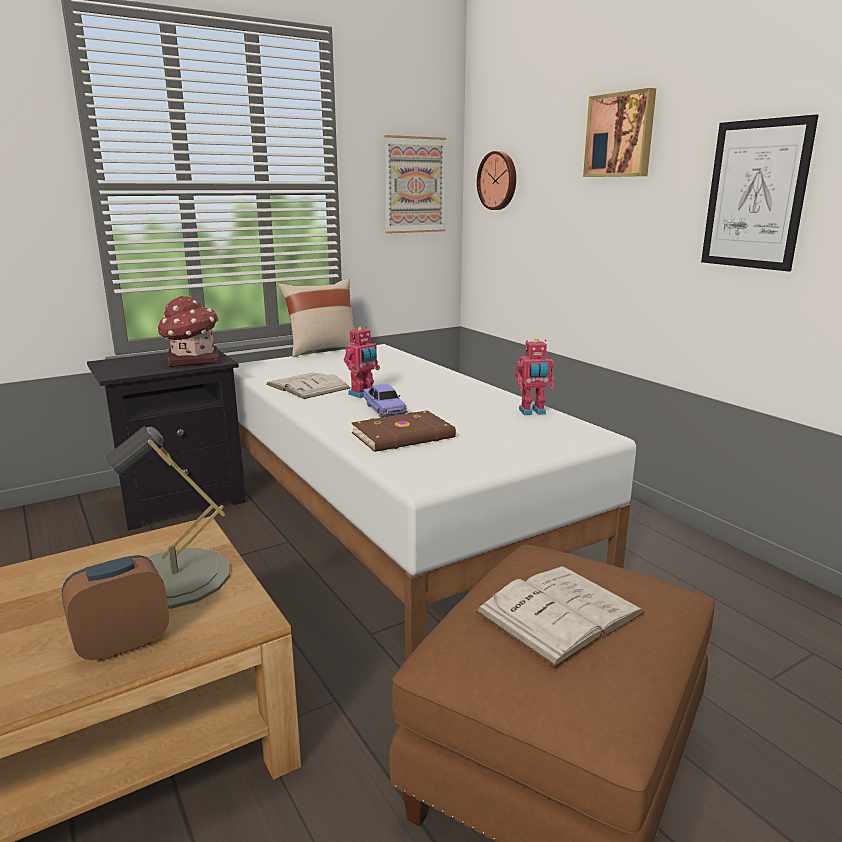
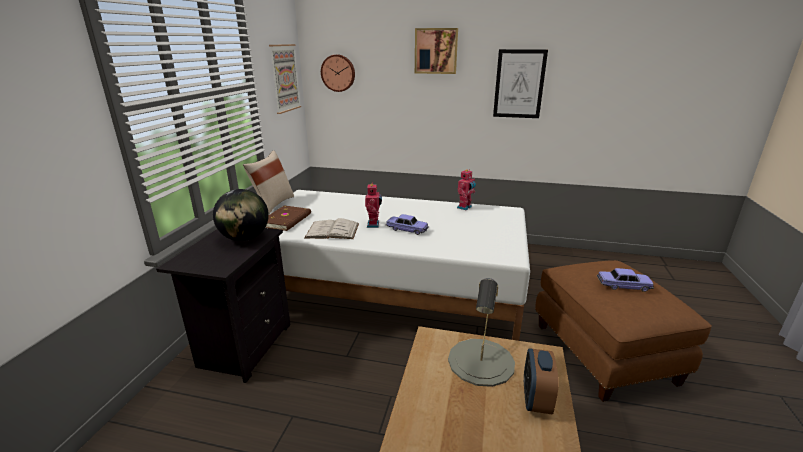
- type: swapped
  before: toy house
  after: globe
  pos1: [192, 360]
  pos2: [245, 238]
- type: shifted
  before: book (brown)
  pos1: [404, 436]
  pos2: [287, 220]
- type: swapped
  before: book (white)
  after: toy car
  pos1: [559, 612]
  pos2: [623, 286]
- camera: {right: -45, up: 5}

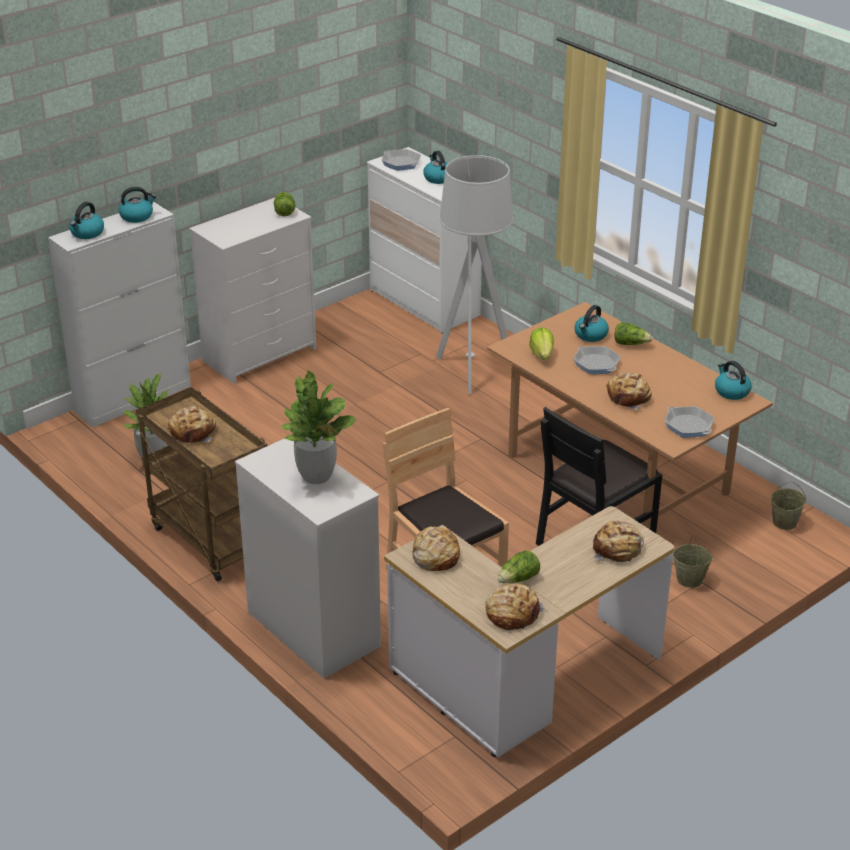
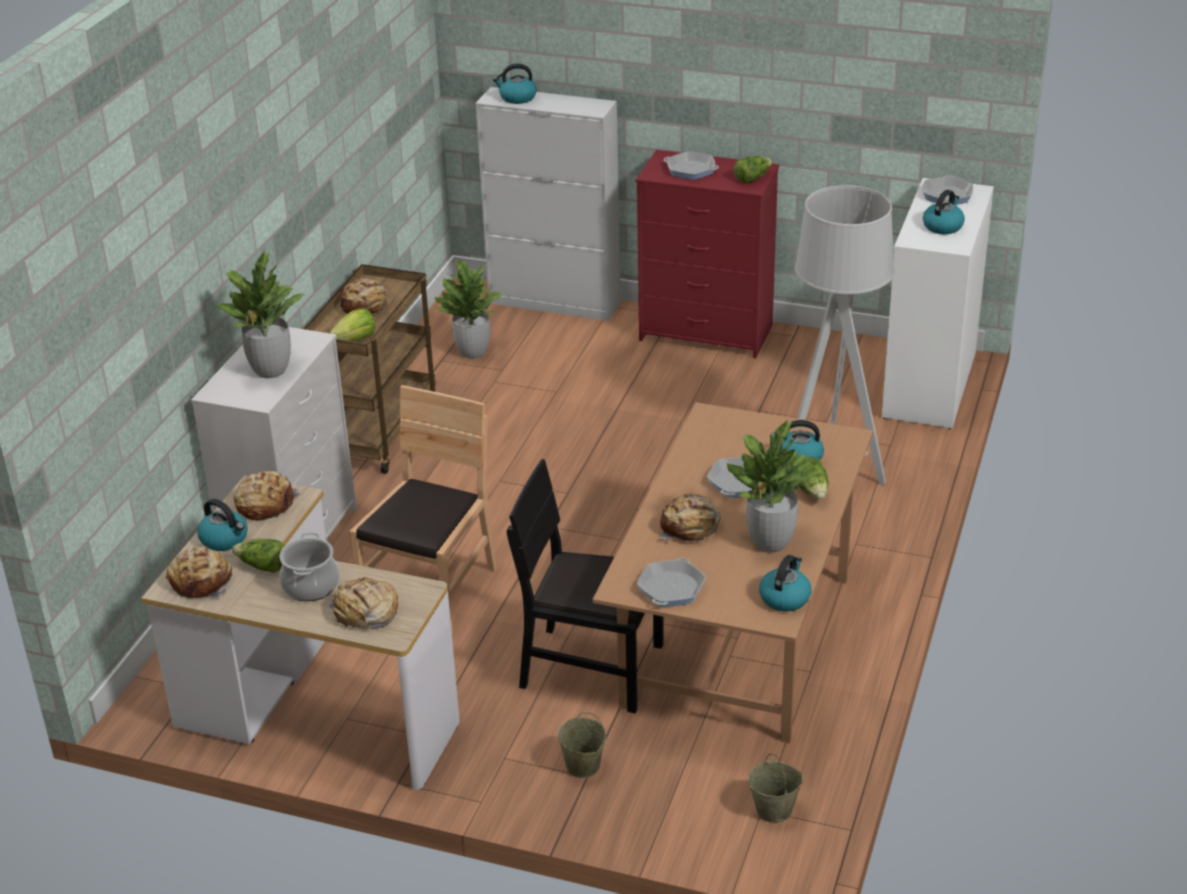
- type: shifted
  before: kettle
  pos1: [137, 216]
  pos2: [225, 539]
- type: repainted
  before: dresser (white)
  after: dresser (red)
  pos1: [260, 354]
  pos2: [707, 333]
- type: shifted
  before: lettuce
  pos1: [542, 355]
  pos2: [355, 339]
- type: new
  after: frying pan
  pos2: [691, 170]
- type: new
  after: potted plant
  pos2: [770, 543]
- type: new
  after: cooking pot
  pos2: [310, 586]
- camera: {right: 60, up: 0}

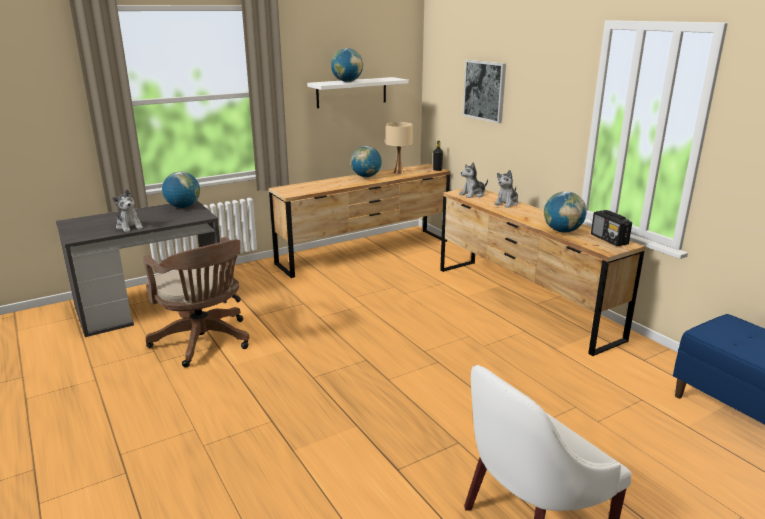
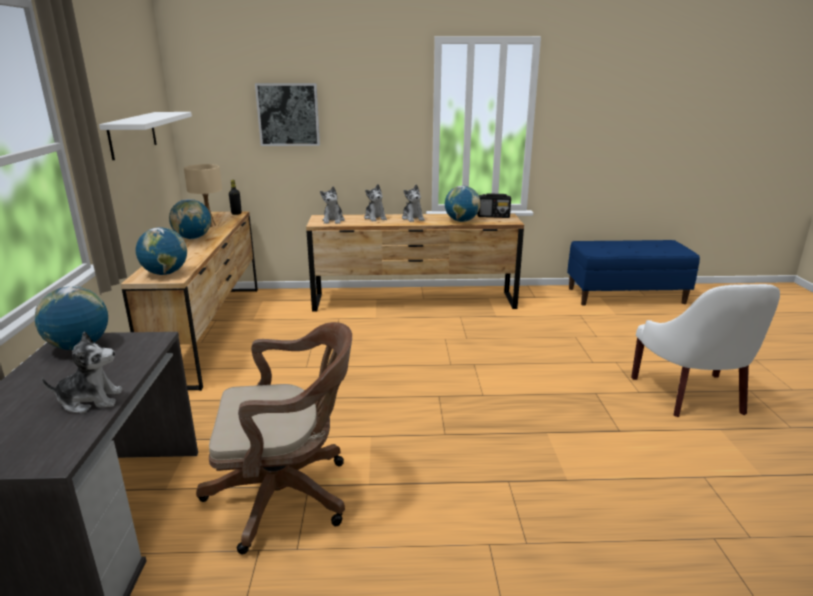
- type: shifted
  before: globe
  pos1: [347, 82]
  pos2: [165, 273]
- type: new
  after: plush toy
  pos2: [413, 218]
- camera: {right: -60, up: 0}

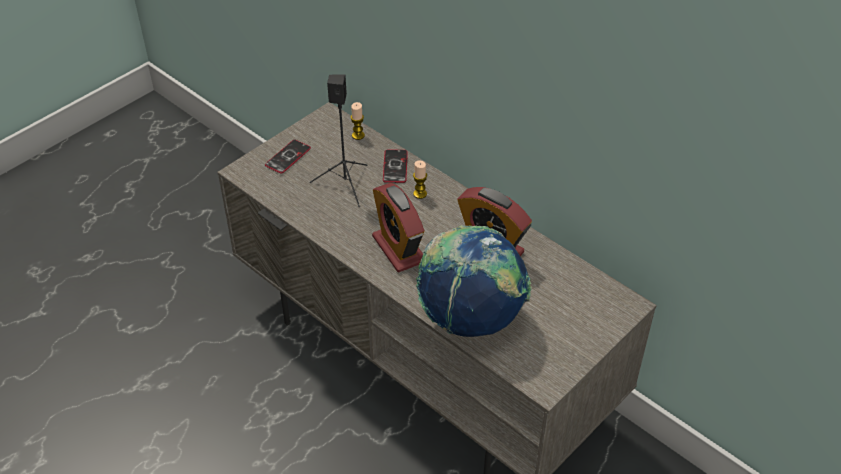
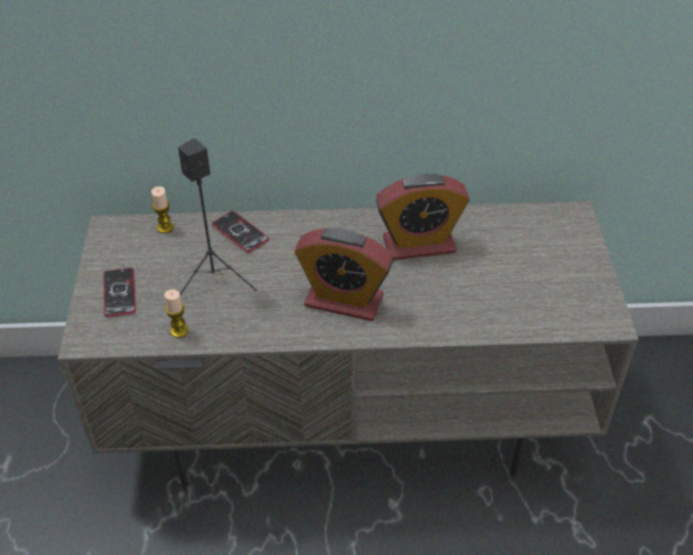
- type: shifted
  before: candle
  pos1: [420, 194]
  pos2: [179, 331]
- type: gone
  before: globe
  pos1: [471, 319]
- camera: {right: -45, up: 0}

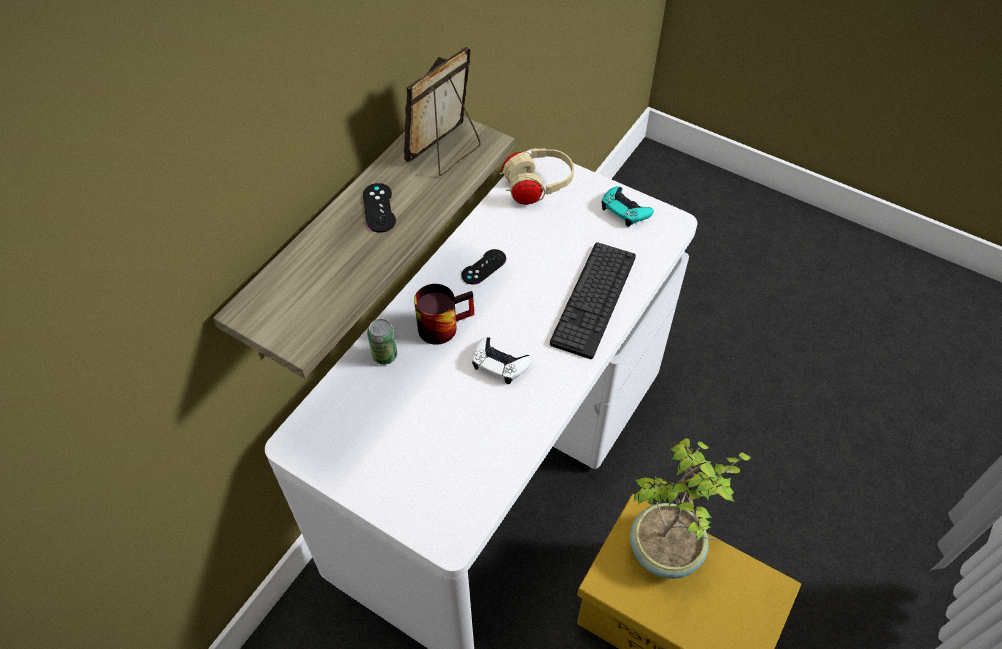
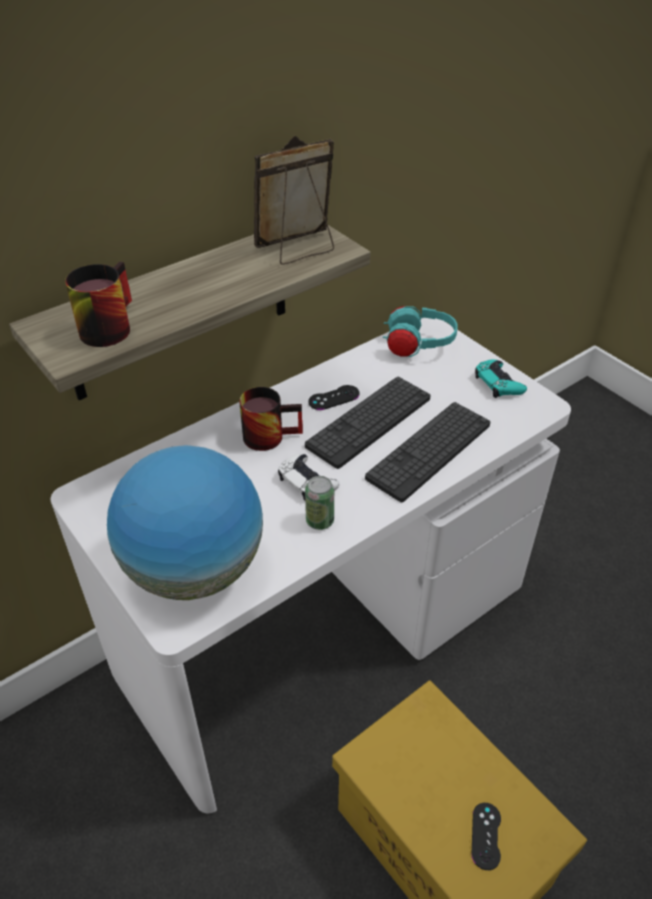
- type: repainted
  before: headphones (beige)
  after: headphones (turquoise)
  pos1: [537, 188]
  pos2: [418, 346]
- type: shifted
  before: game controller (black)
  pos1: [379, 208]
  pos2: [486, 836]
- type: shifted
  before: can
  pos1: [384, 355]
  pos2: [320, 521]
- type: gone
  before: potted plant
  pos1: [667, 551]
- type: new
  after: mug
  pos2: [105, 325]
- type: new
  after: keyboard
  pos2: [369, 422]
- type: new
  after: globe
  pos2: [194, 569]
- camera: {right: 20, up: -10}

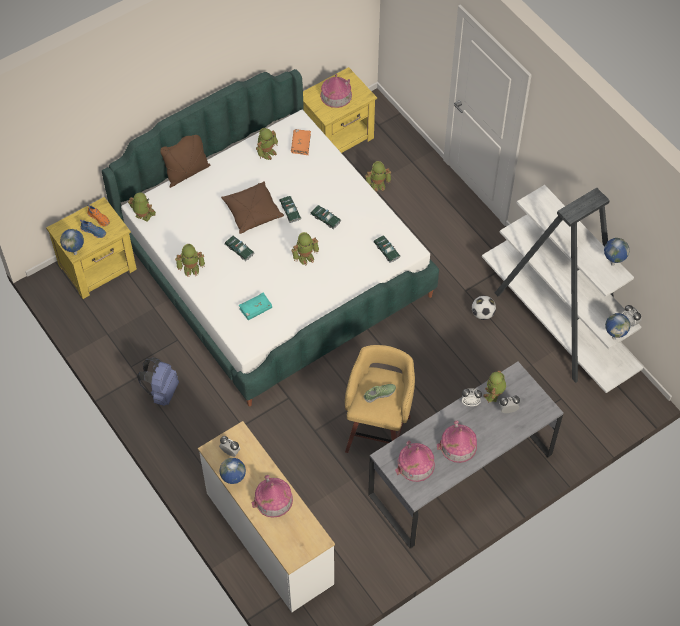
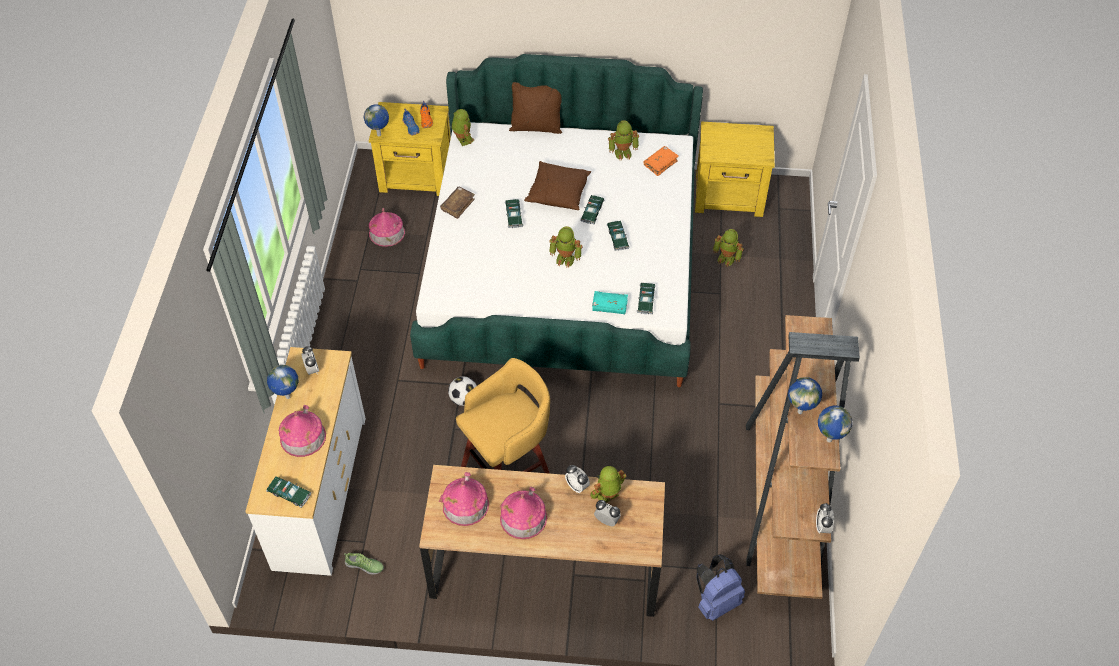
- type: shifted
  before: toy house
  pos1: [336, 95]
  pos2: [387, 233]
- type: repainted
  before: bookcase (white)
  after: bookcase (brown)
  pos1: [557, 325]
  pos2: [782, 498]
- type: swapped
  before: toy robot
  after: book (brown)
  pos1: [191, 268]
  pos2: [458, 205]
- type: shifted
  before: book (turquoise)
  pos1: [255, 309]
  pos2: [609, 306]
- type: shifted
  before: football
  pos1: [482, 314]
  pos2: [463, 399]
- type: shifted
  before: globe
  pos1: [614, 337]
  pos2: [800, 411]
- type: shifted
  before: backpack (blue)
  pos1: [161, 392]
  pos2: [716, 601]
- type: repainted
  before: desk (grey)
  after: desk (brown)
  pos1: [460, 474]
  pos2: [545, 567]
- type: shifted
  before: shoe
  pos1: [379, 394]
  pos2: [365, 566]
- type: new
  after: toy car
  pos2: [289, 494]
- camera: {right: 40, up: -5}

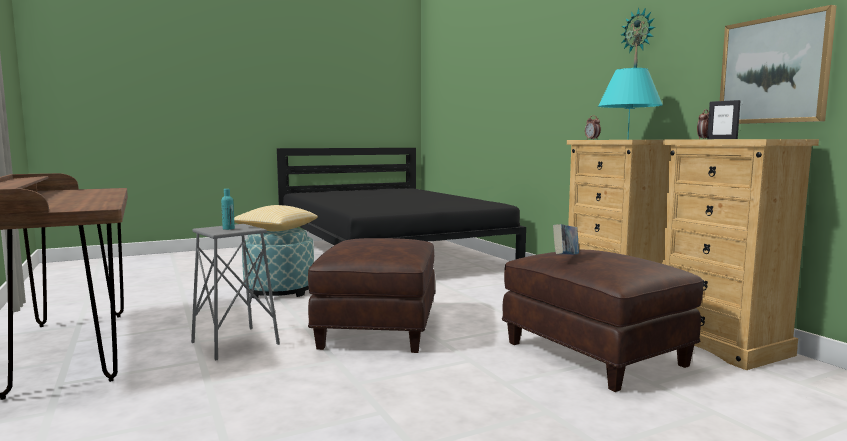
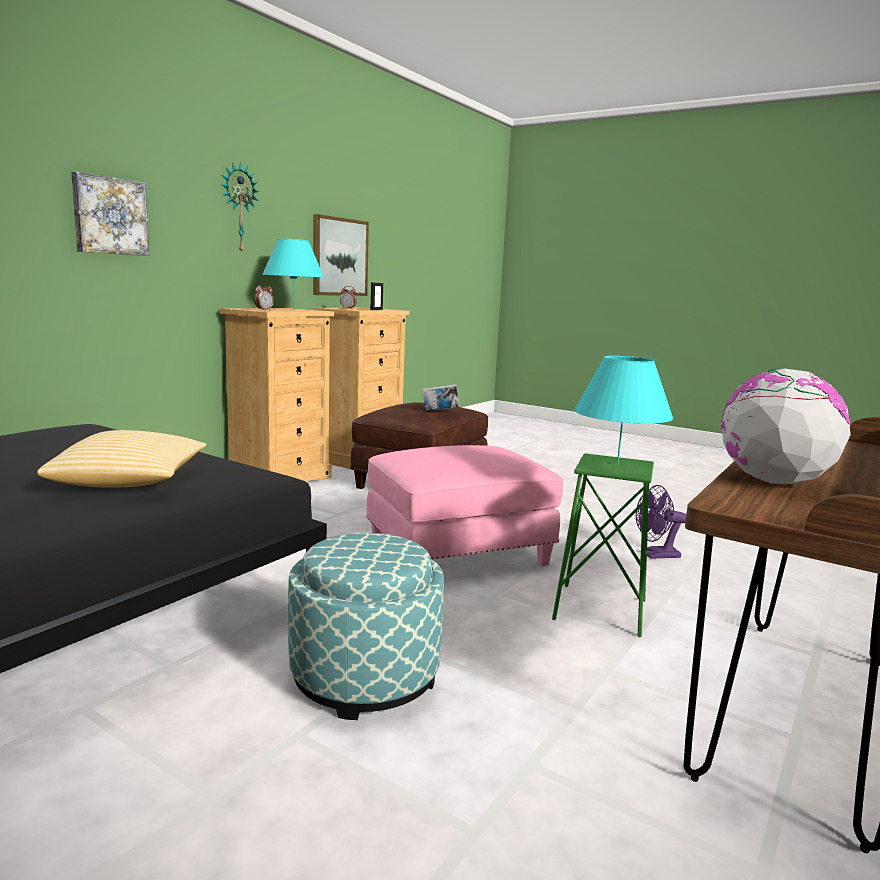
- type: swapped
  before: bottle (turquoise)
  after: table lamp (turquoise)
  pos1: [228, 228]
  pos2: [617, 464]
- type: shifted
  before: pillow
  pos1: [275, 230]
  pos2: [130, 482]
- type: repainted
  before: stool (grey)
  after: stool (green)
  pos1: [235, 343]
  pos2: [600, 609]
- type: repainted
  before: ottoman (brown)
  after: ottoman (pink)
  pos1: [379, 329]
  pos2: [459, 552]
- type: new
  after: picture
  pos2: [109, 216]
- type: new
  after: globe
  pos2: [773, 481]
- type: new
  after: fan (purple)
  pos2: [655, 555]
- camera: {right: -120, up: 5}

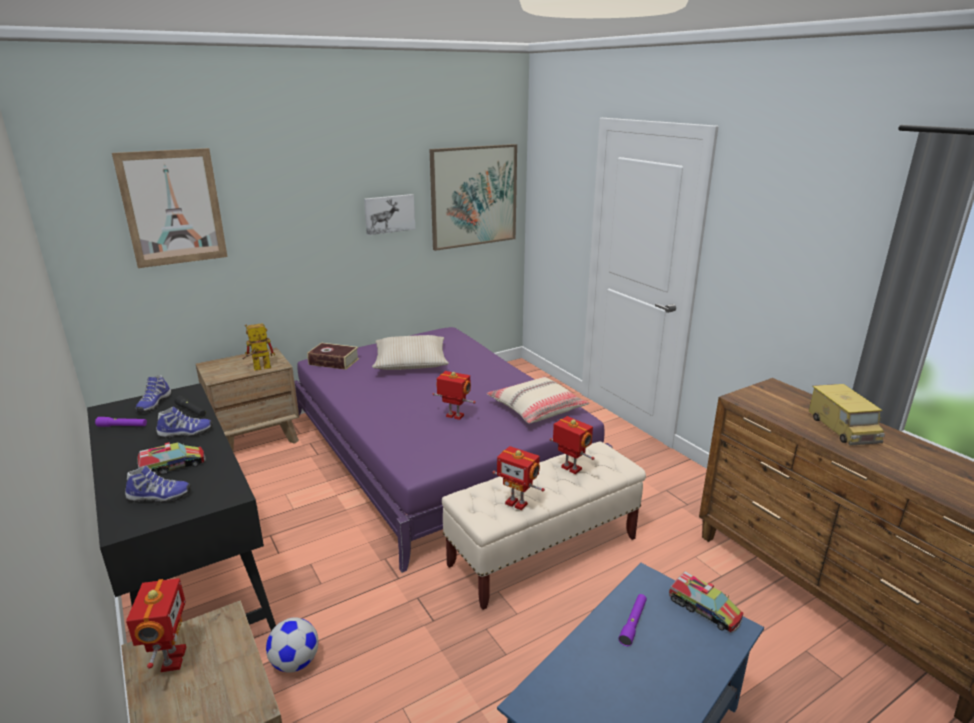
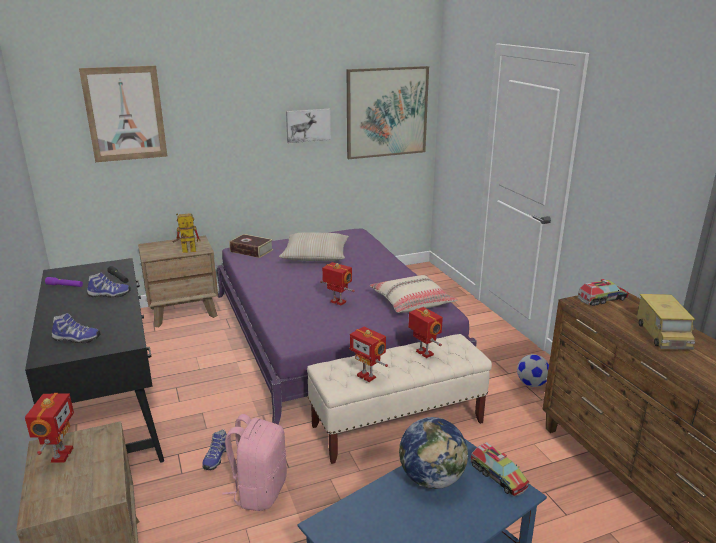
- type: shifted
  before: shoe
  pos1: [153, 404]
  pos2: [216, 457]
- type: shifted
  before: toy truck
  pos1: [172, 467]
  pos2: [602, 299]
- type: swapped
  before: flashlight (purple)
  after: globe
  pos1: [633, 623]
  pos2: [432, 478]
- type: shifted
  before: football
  pos1: [295, 662]
  pos2: [531, 384]
- type: new
  after: backpack (pink)
  pos2: [259, 491]
- camera: {right: 10, up: 0}

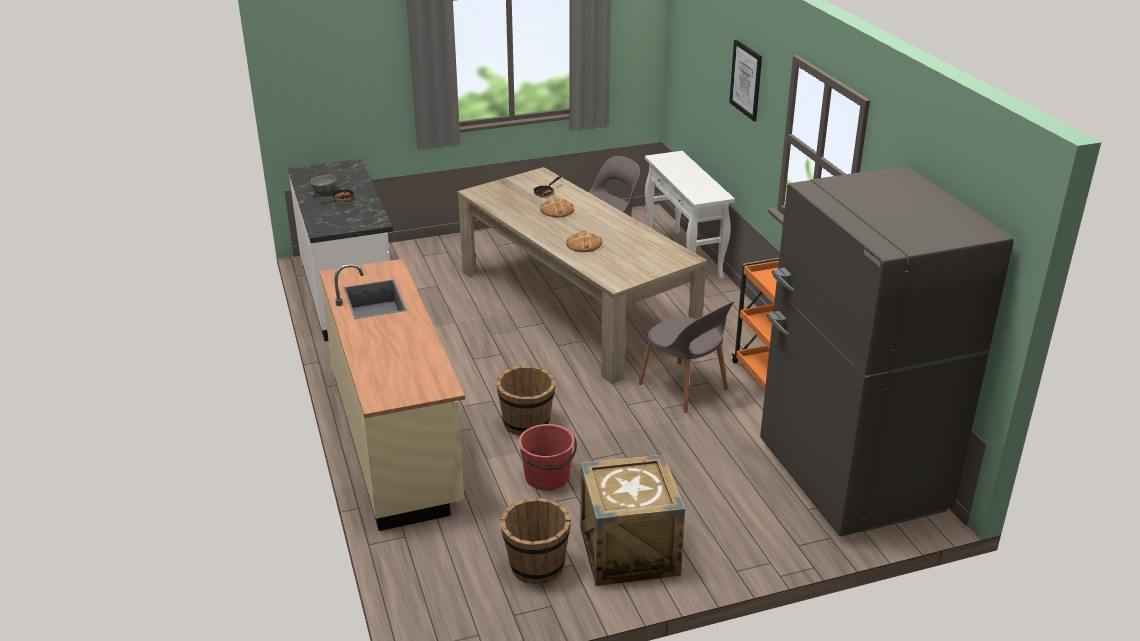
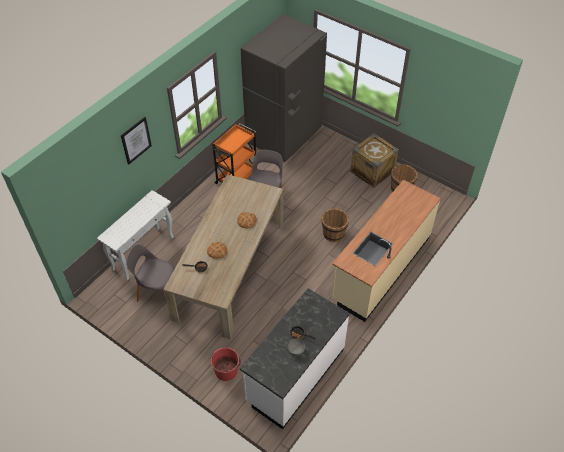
- type: shifted
  before: bucket (red)
  pos1: [547, 477]
  pos2: [226, 370]
- camera: {right: -125, up: 20}

